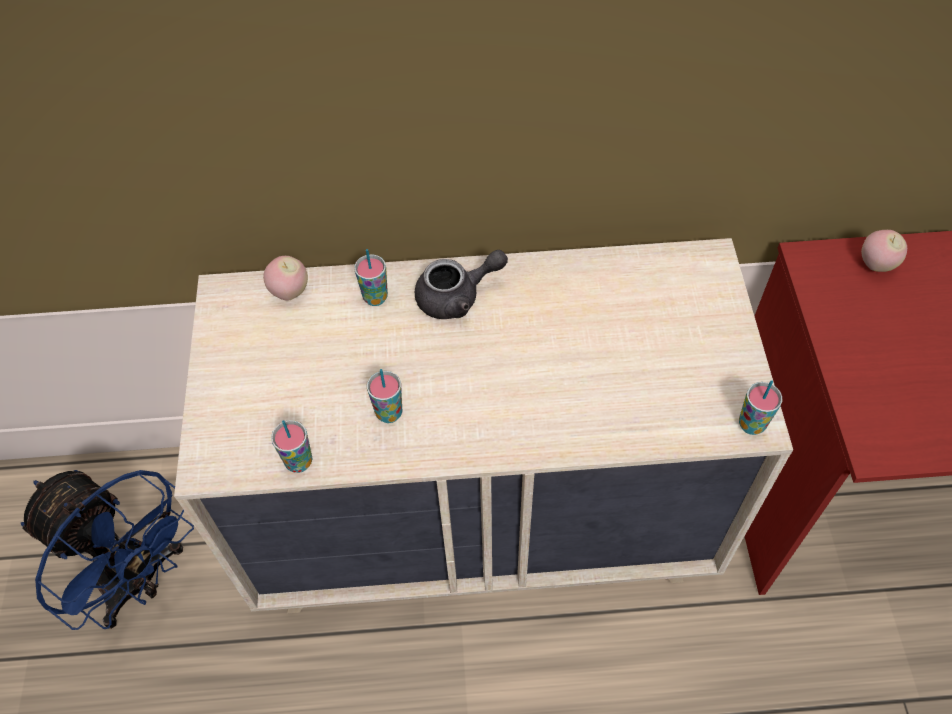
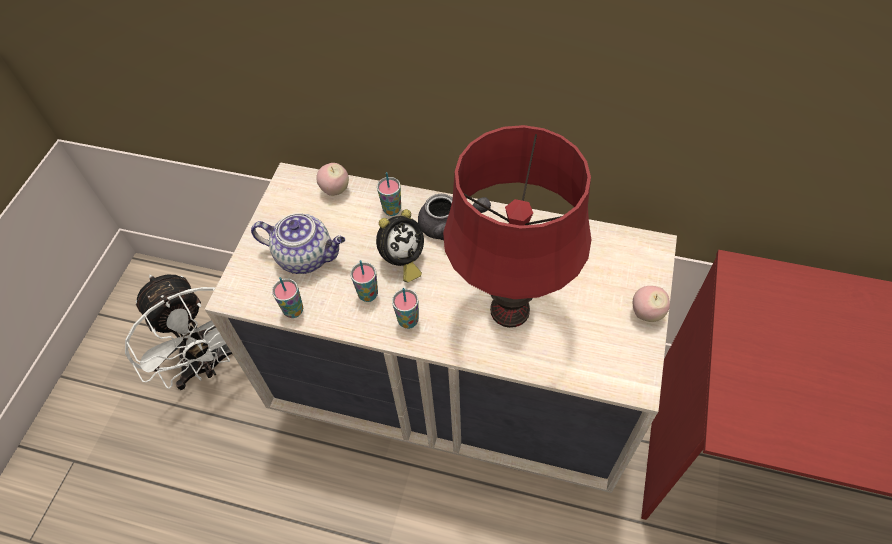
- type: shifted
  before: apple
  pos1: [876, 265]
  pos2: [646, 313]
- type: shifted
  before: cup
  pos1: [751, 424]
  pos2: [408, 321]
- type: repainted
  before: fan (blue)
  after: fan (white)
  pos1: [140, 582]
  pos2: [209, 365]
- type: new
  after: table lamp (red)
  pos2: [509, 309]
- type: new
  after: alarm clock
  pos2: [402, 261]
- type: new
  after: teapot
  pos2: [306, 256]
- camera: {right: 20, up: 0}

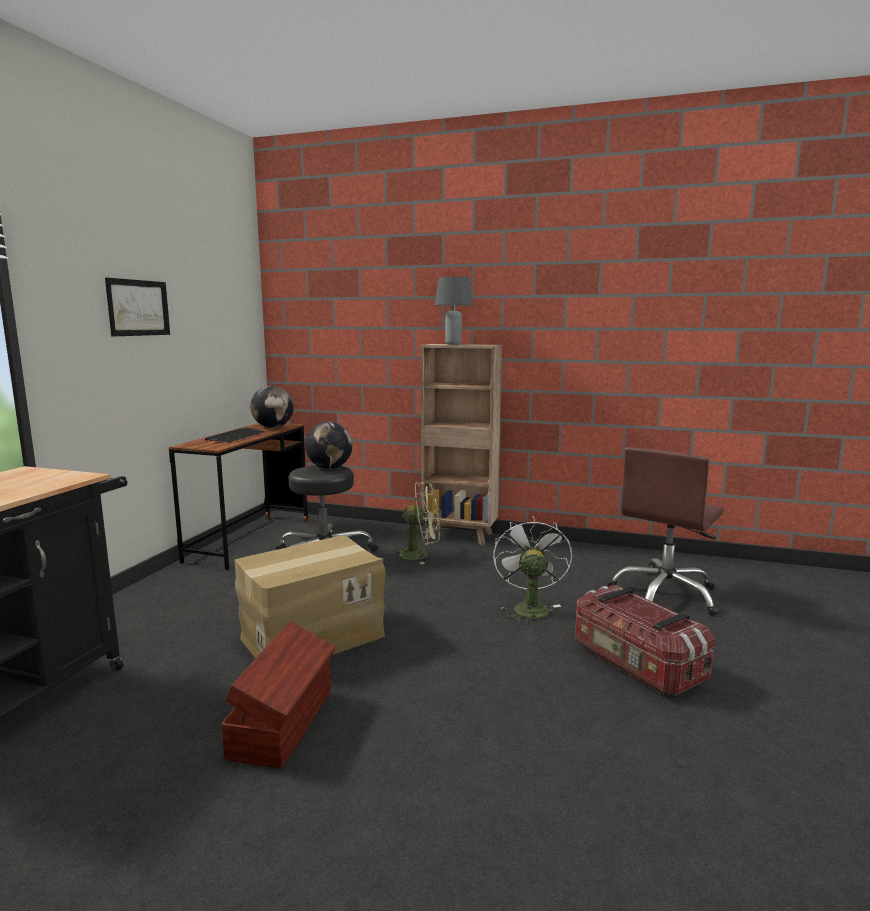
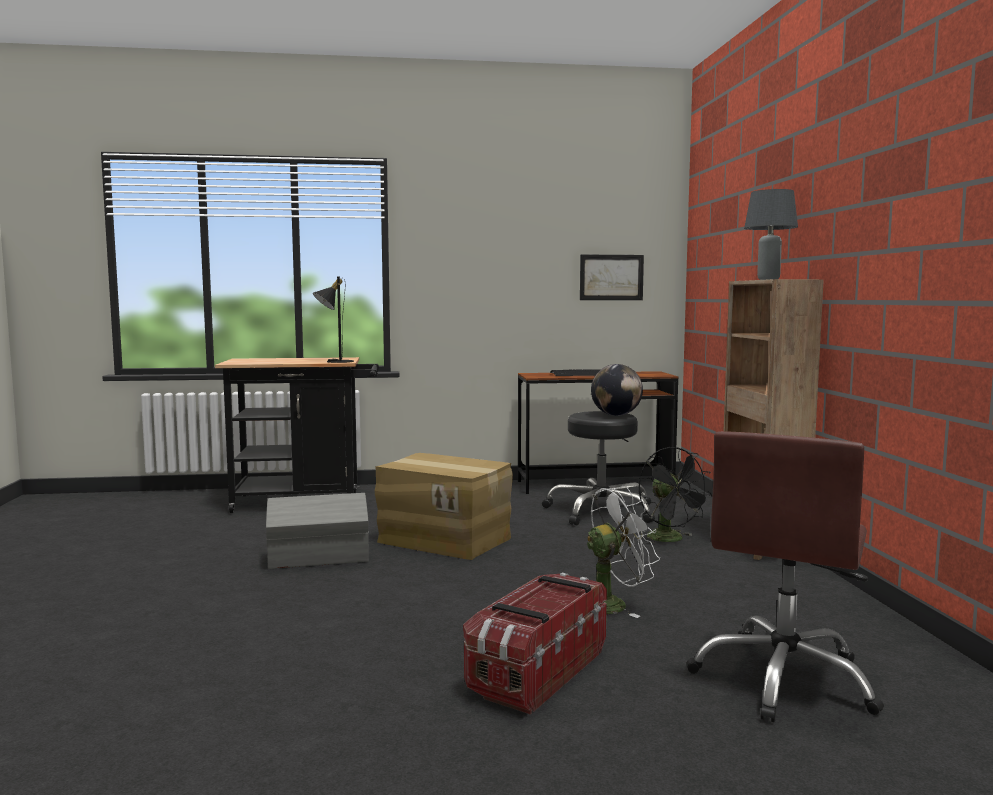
- type: shifted
  before: picture
  pos1: [138, 308]
  pos2: [611, 277]
- type: gone
  before: globe
  pos1: [273, 427]
- type: rotated
  before: office chair (brown)
  pos1: [665, 594]
  pos2: [784, 679]
  turn: -75
- type: repainted
  before: fan (green)
  after: fan (black)
  pos1: [420, 555]
  pos2: [671, 539]
- type: repainted
  before: storage box (brown)
  after: storage box (grey)
  pos1: [284, 722]
  pos2: [319, 558]
- type: new
  after: table lamp (black)
  pos2: [334, 361]
- camera: {right: 65, up: -5}

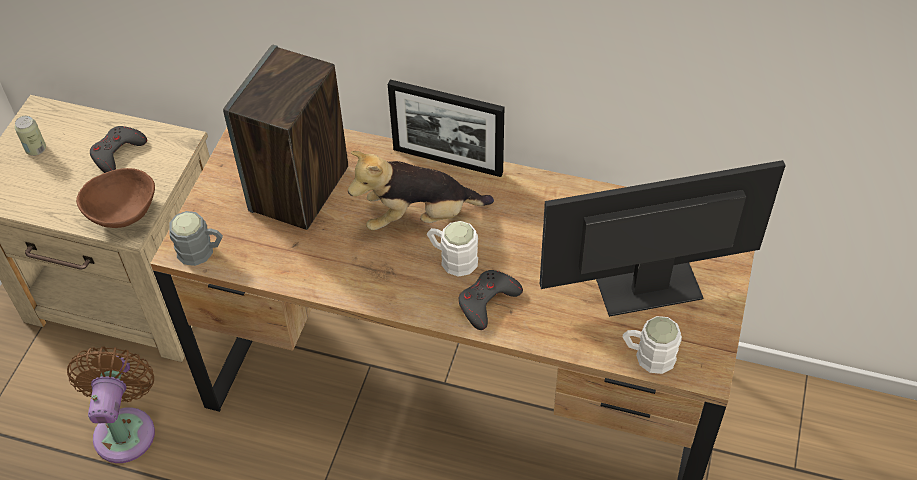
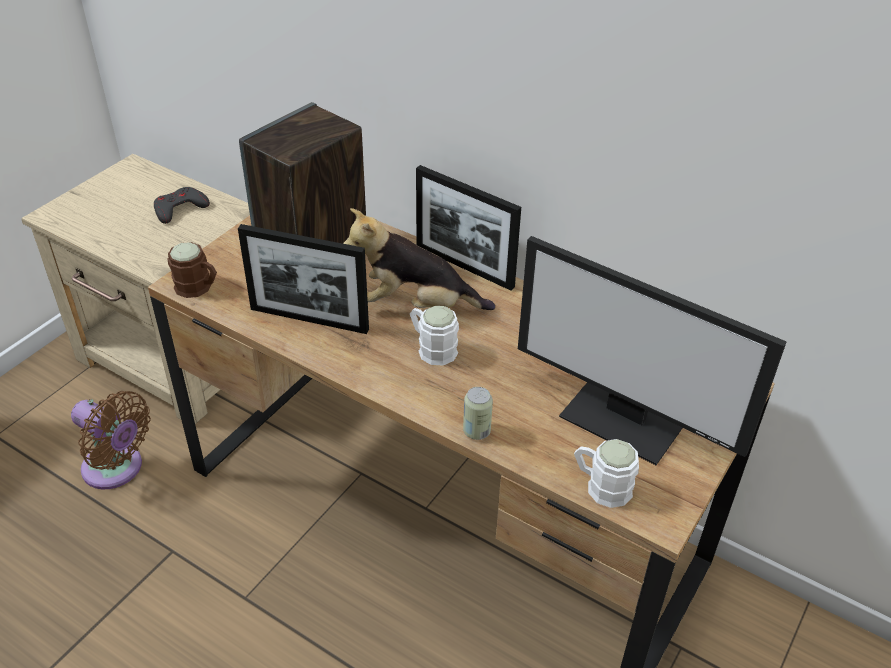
- type: shifted
  before: can
  pos1: [36, 149]
  pos2: [476, 431]
- type: rotated
  before: monitor
  pos1: [646, 286]
  pos2: [624, 419]
  turn: -150
- type: gone
  before: bowl (brown)
  pos1: [123, 214]
- type: repainted
  before: mug (grey)
  after: mug (brown)
  pos1: [202, 251]
  pos2: [198, 288]
- type: gone
  before: game controller (grey)
  pos1: [487, 301]
- type: rotated
  before: fan (brown)
  pos1: [125, 428]
  pos2: [117, 469]
  turn: 105
- type: new
  after: picture frame
  pos2: [309, 319]
- camera: {right: 15, up: -10}

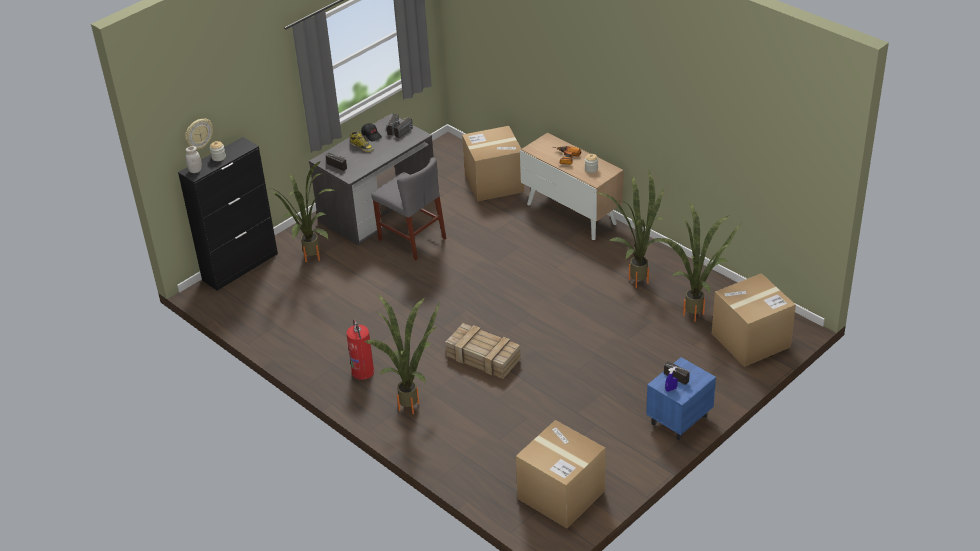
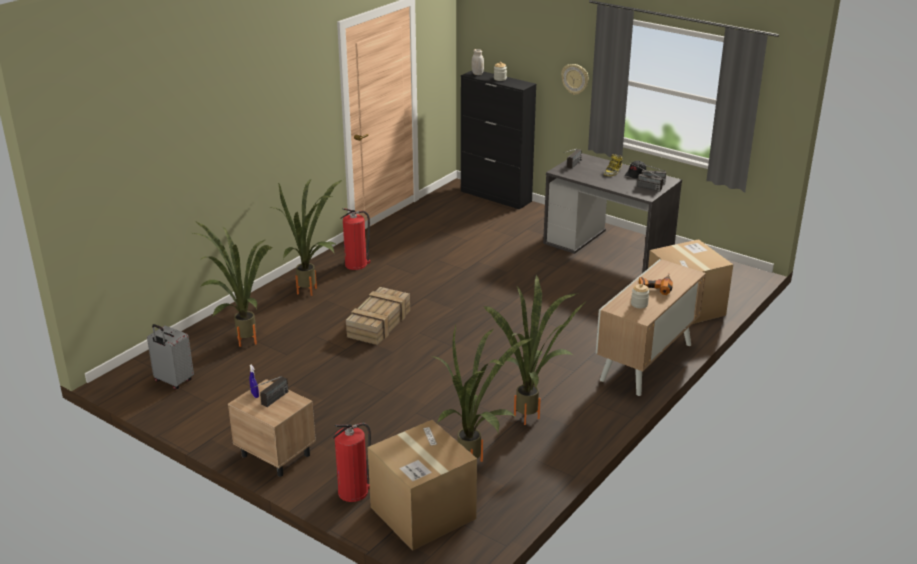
- type: shifted
  before: wall clock
  pos1: [198, 134]
  pos2: [575, 79]
- type: gone
  before: chair (grey)
  pos1: [412, 239]
- type: shifted
  before: potted plant
  pos1: [310, 260]
  pos2: [240, 341]
- type: repainted
  before: nightstand (blue)
  after: nightstand (beige)
  pos1: [678, 420]
  pos2: [275, 455]
- type: swapped
  before: cardboard box
  after: suitcase (grey)
  pos1: [561, 494]
  pos2: [173, 381]
- type: new
  after: fire extinguisher
  pos2: [354, 491]
- camera: {right: 80, up: -10}

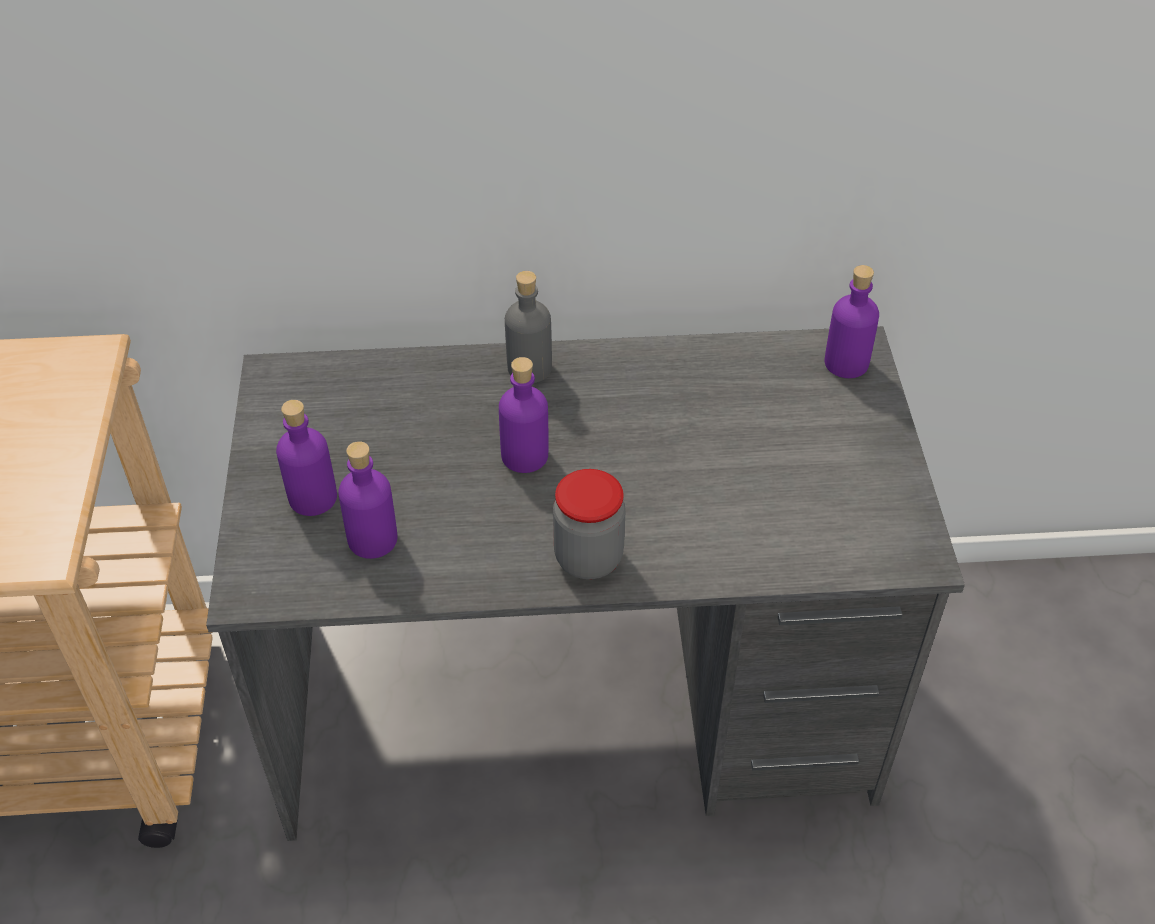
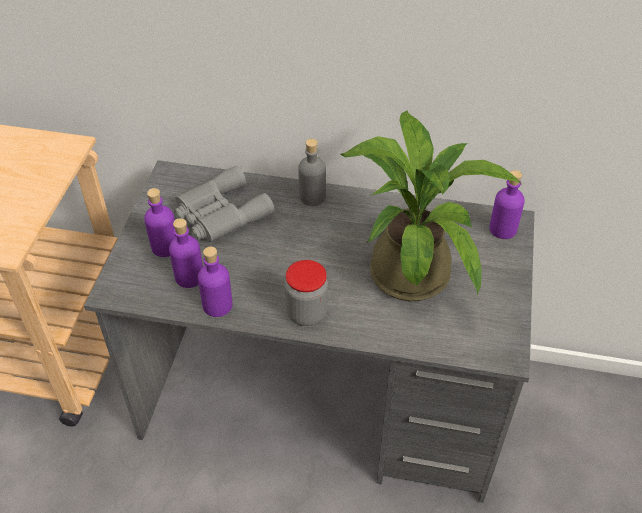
- type: shifted
  before: bottle (purple)
  pos1: [525, 455]
  pos2: [217, 305]
- type: new
  after: potted plant
  pos2: [411, 266]
- type: new
  after: binoculars (grey)
  pos2: [219, 214]
- camera: {right: 15, up: 0}

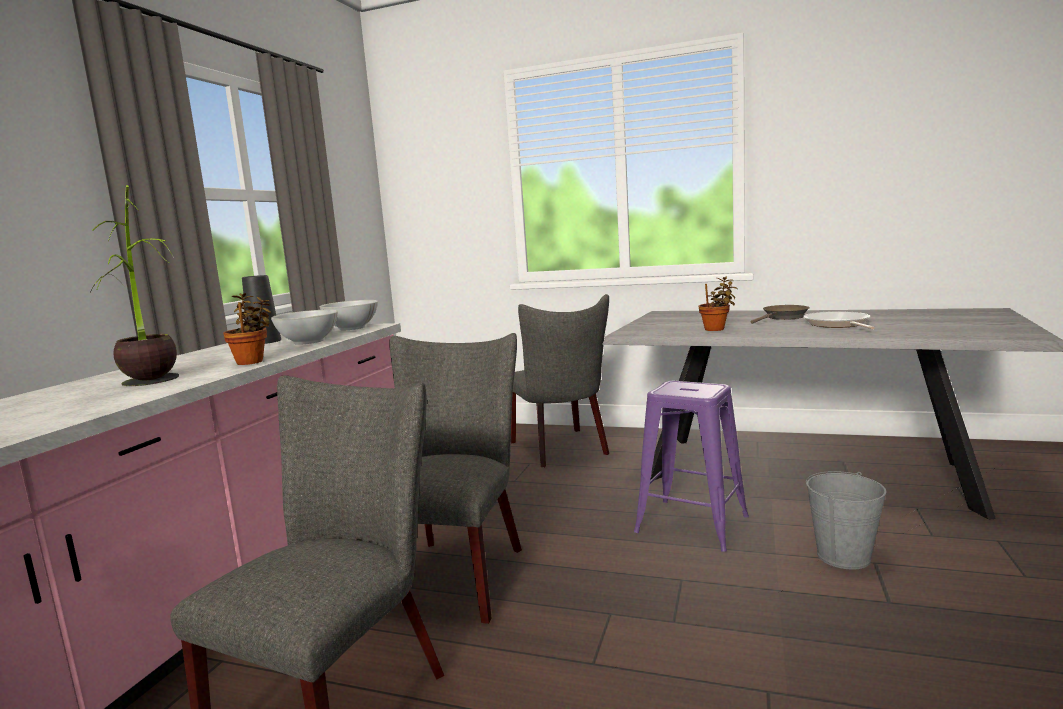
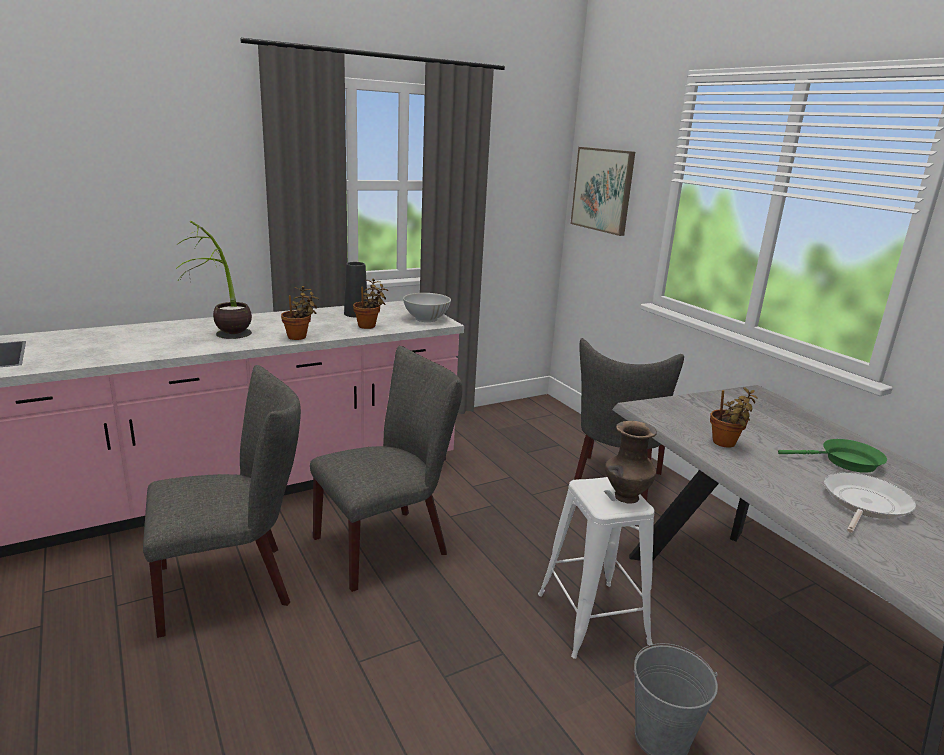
- type: repainted
  before: frying pan (brown)
  after: frying pan (green)
  pos1: [783, 317]
  pos2: [845, 462]
- type: swapped
  before: bowl (white)
  after: potted plant
  pos1: [308, 342]
  pos2: [369, 326]
- type: repainted
  before: stool (purple)
  after: stool (white)
  pos1: [692, 524]
  pos2: [593, 619]
- type: new
  after: picture
  pos2: [603, 190]
- type: new
  after: vase (brown)
  pos2: [625, 497]
- camera: {right: 40, up: 10}

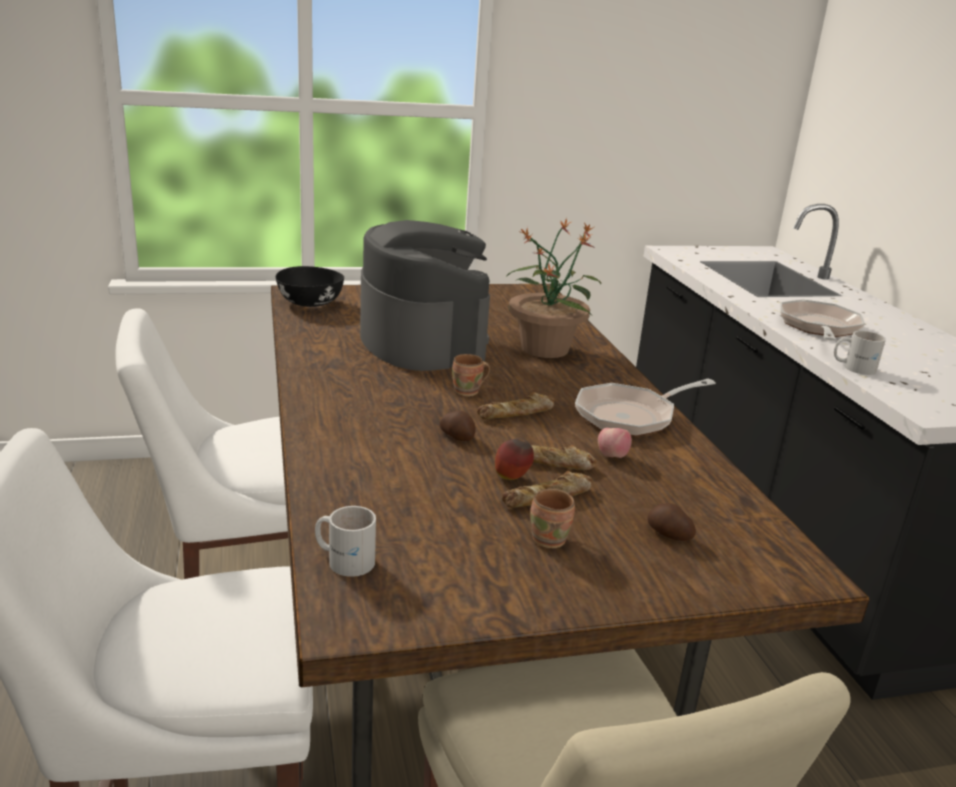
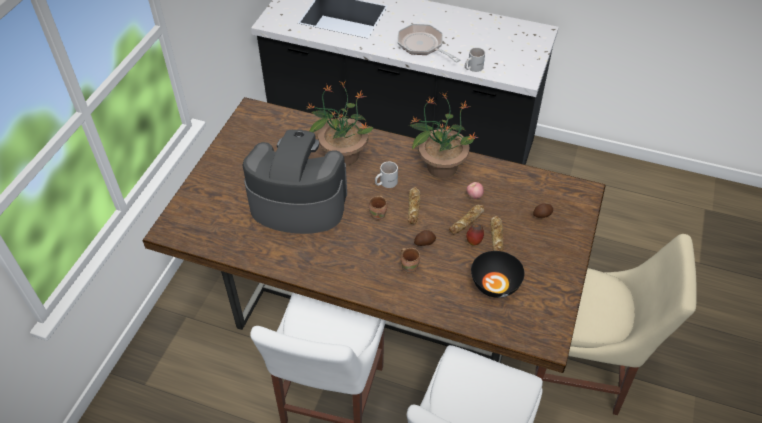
- type: shifted
  before: bowl (black)
  pos1: [309, 303]
  pos2: [494, 284]
- type: swapped
  before: frying pan
  after: potted plant
  pos1: [631, 416]
  pos2: [441, 166]
- type: shifted
  before: mug (brown)
  pos1: [551, 539]
  pos2: [409, 266]
- type: shifted
  before: mug (white)
  pos1: [345, 559]
  pos2: [385, 182]
- camera: {right: -55, up: 25}

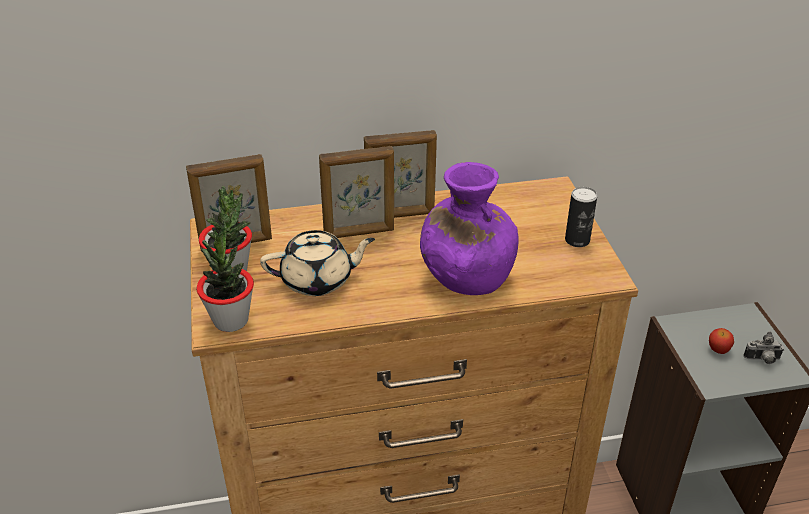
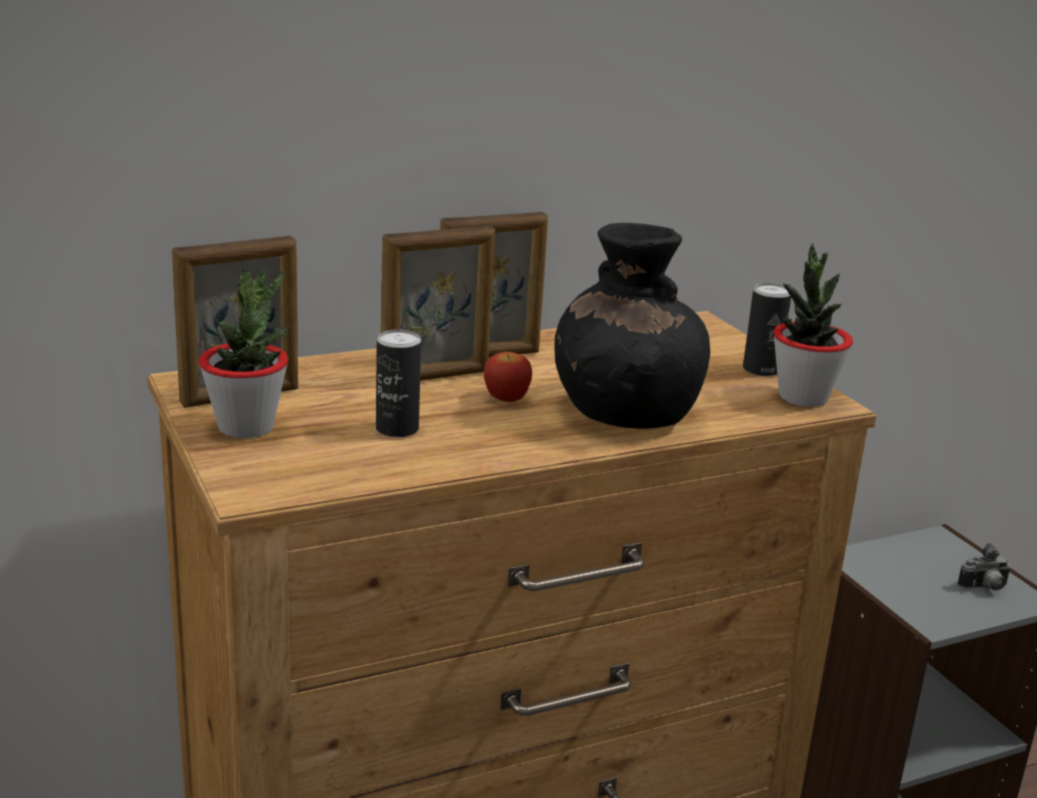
- type: repainted
  before: vase (purple)
  after: vase (black)
  pos1: [465, 275]
  pos2: [623, 412]
- type: shifted
  before: potted plant
  pos1: [231, 320]
  pos2: [802, 397]
- type: swapped
  before: teapot (beige)
  after: can
  pos1: [318, 280]
  pos2: [397, 429]
- type: shifted
  before: apple
  pos1: [718, 349]
  pos2: [506, 398]
- camera: {right: -15, up: -15}

